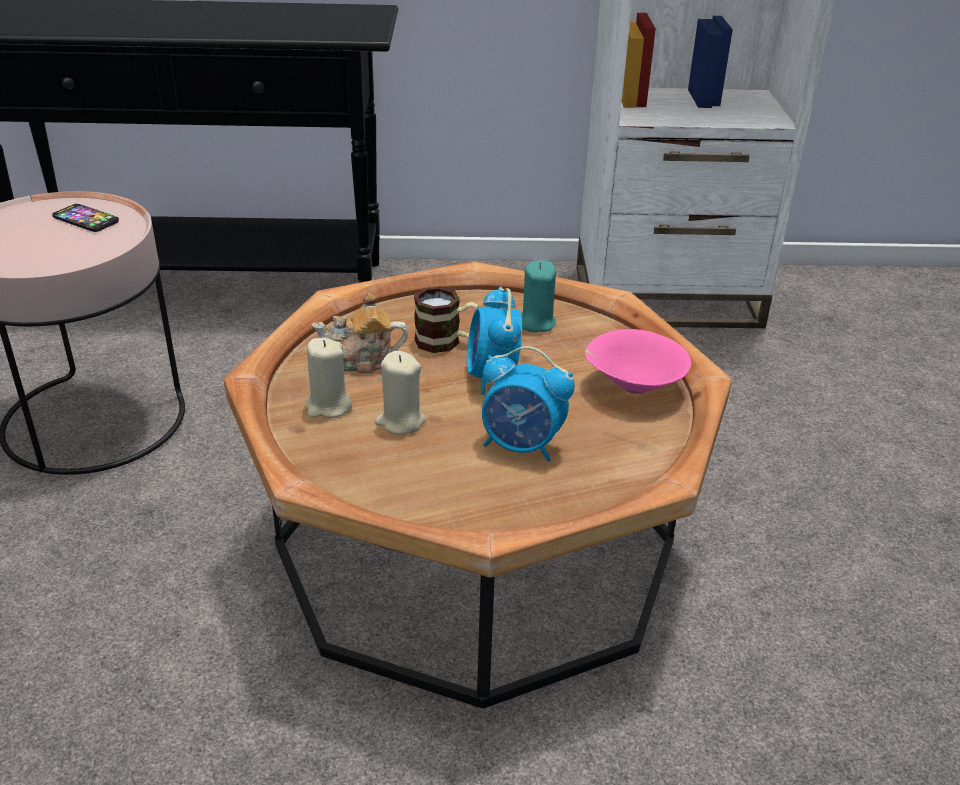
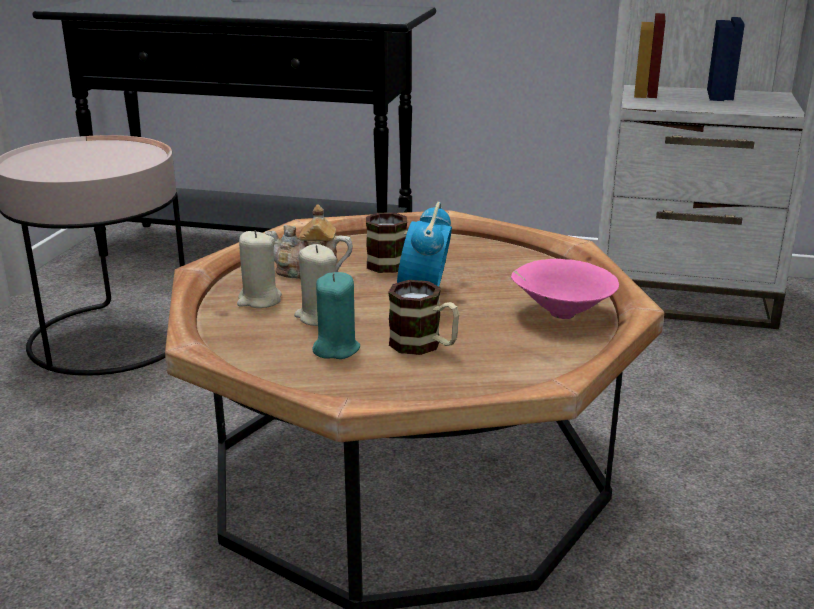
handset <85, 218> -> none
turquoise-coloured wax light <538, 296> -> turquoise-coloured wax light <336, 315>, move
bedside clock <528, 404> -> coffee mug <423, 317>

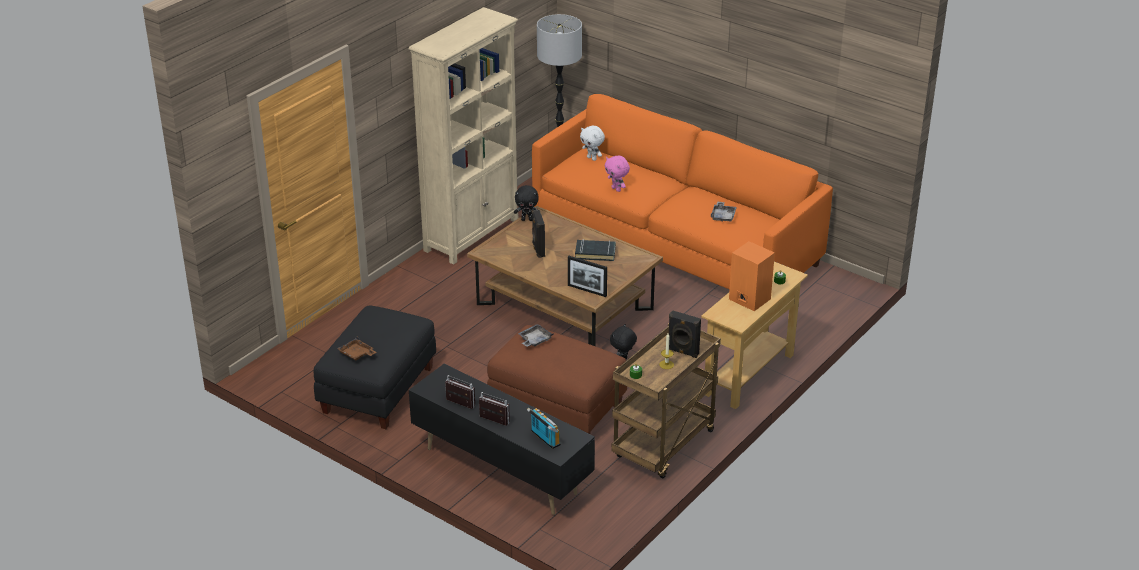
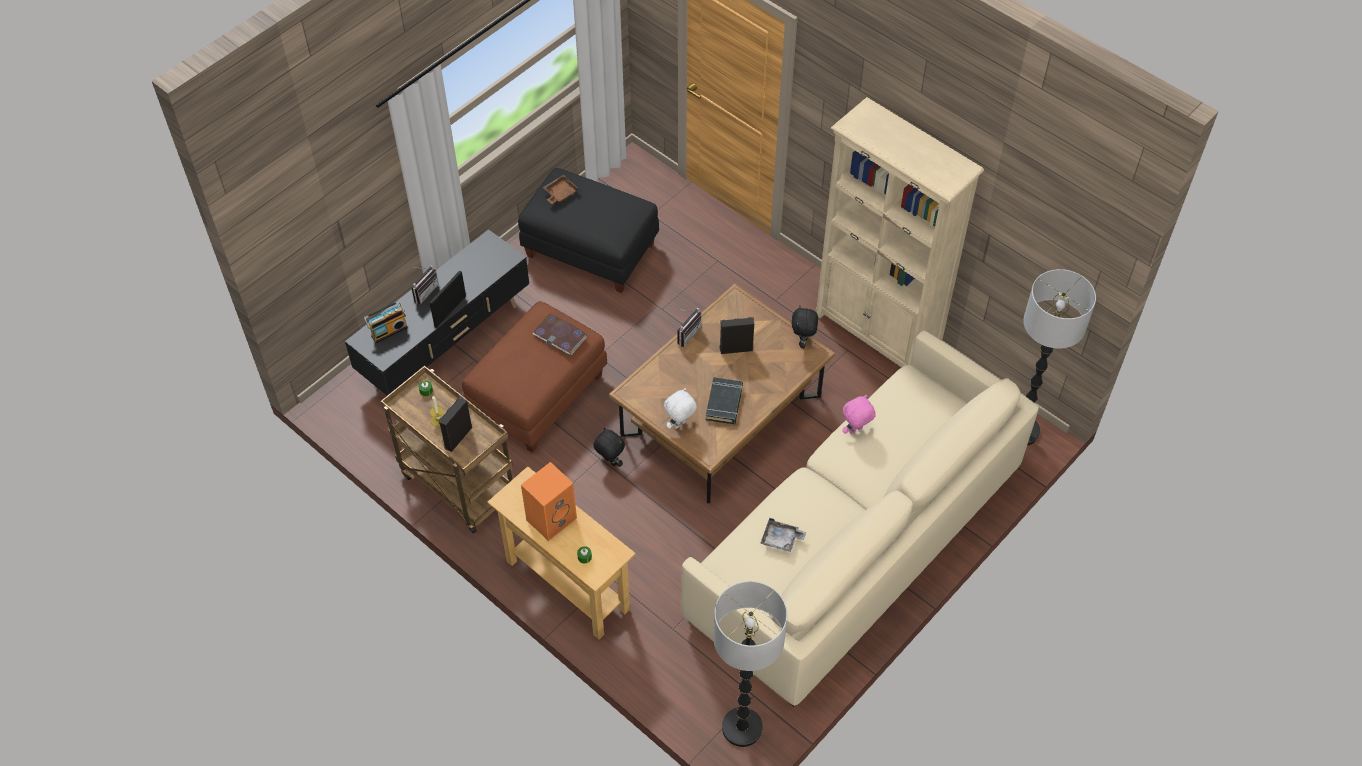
none -> standing lamp <750, 664>
radio <460, 392> -> radio <689, 327>, move
photo frame <587, 276> -> photo frame <447, 299>, move
white plush toy <592, 143> -> white plush toy <680, 408>, move
greyish carrying tray <536, 335> -> volume <560, 334>
orange-coloured couch <682, 191> -> beige couch <860, 519>

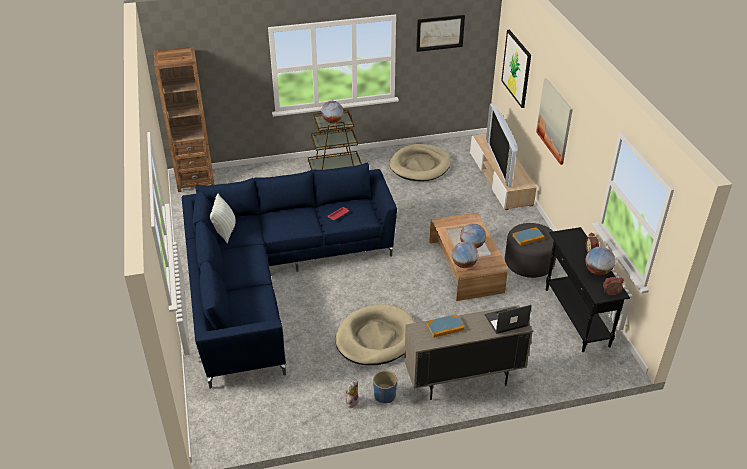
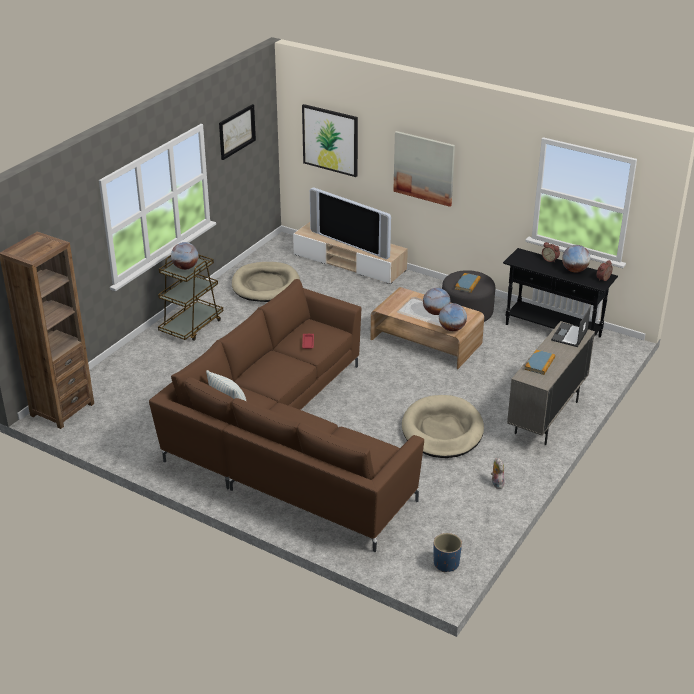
bluish planter <385, 387> -> bluish planter <447, 553>, move
bluish couch <289, 276> -> brown couch <286, 415>

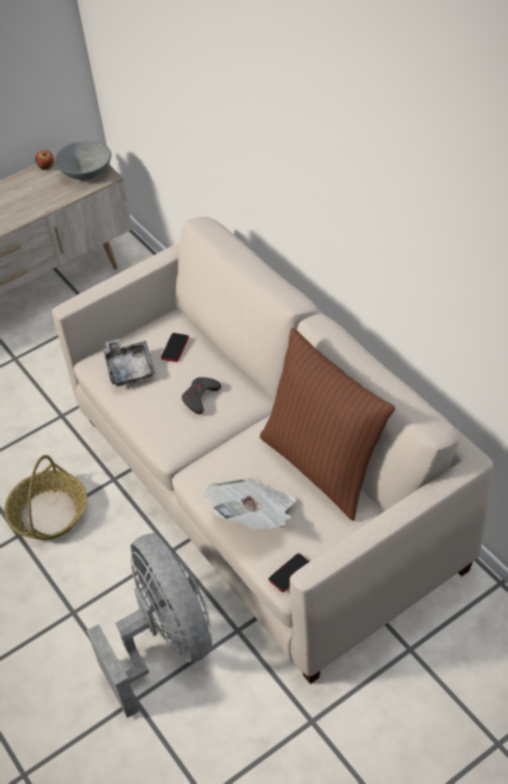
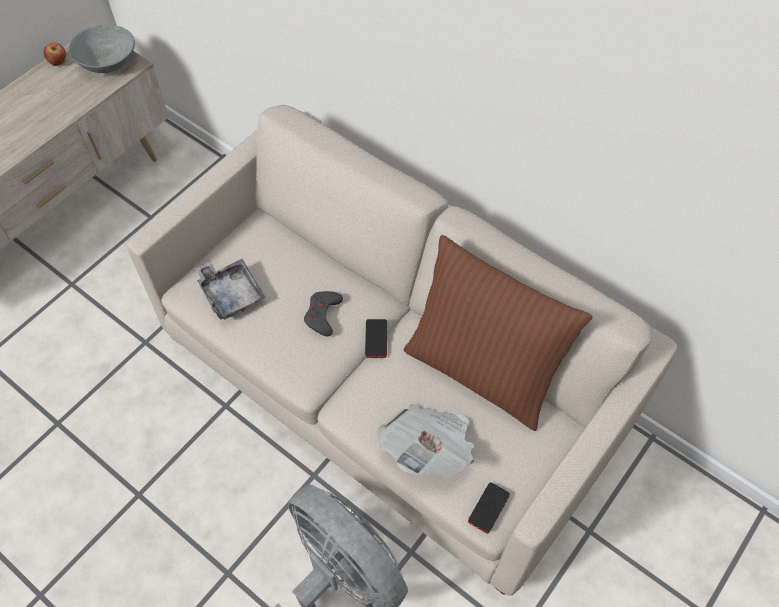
storage basket <45, 497> -> none
handset <175, 347> -> handset <376, 338>, move

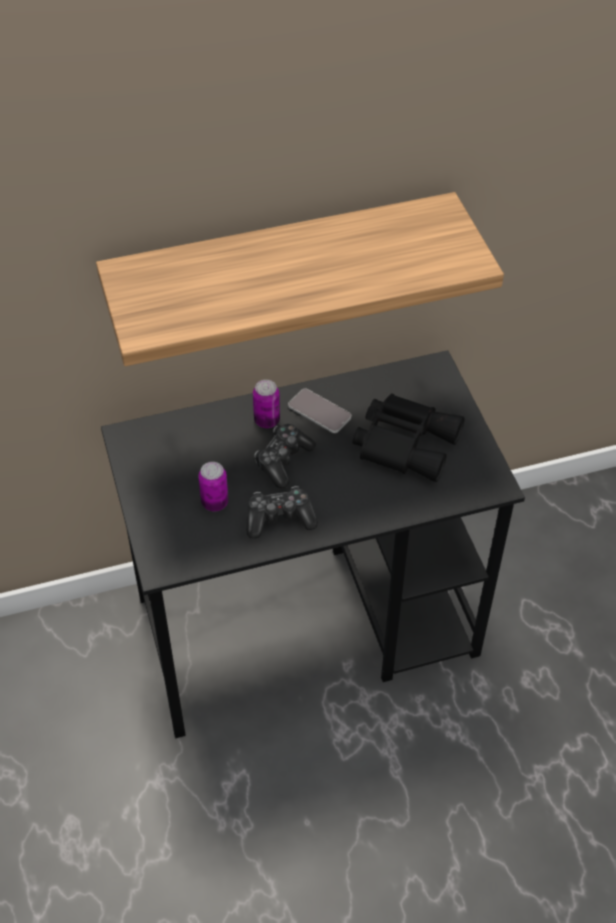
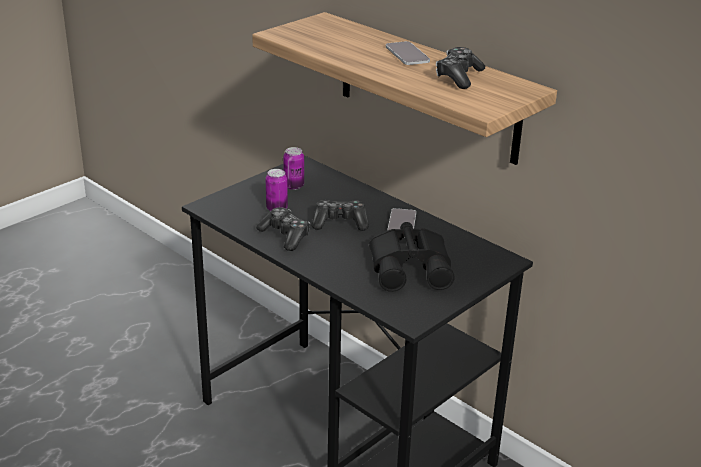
none -> handset <408, 53>
none -> joypad <460, 68>
metal can <266, 404> -> metal can <293, 168>, move

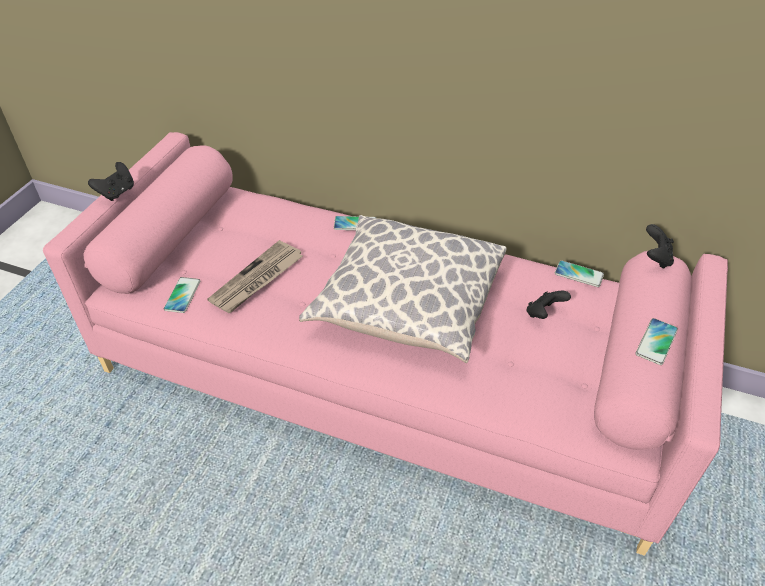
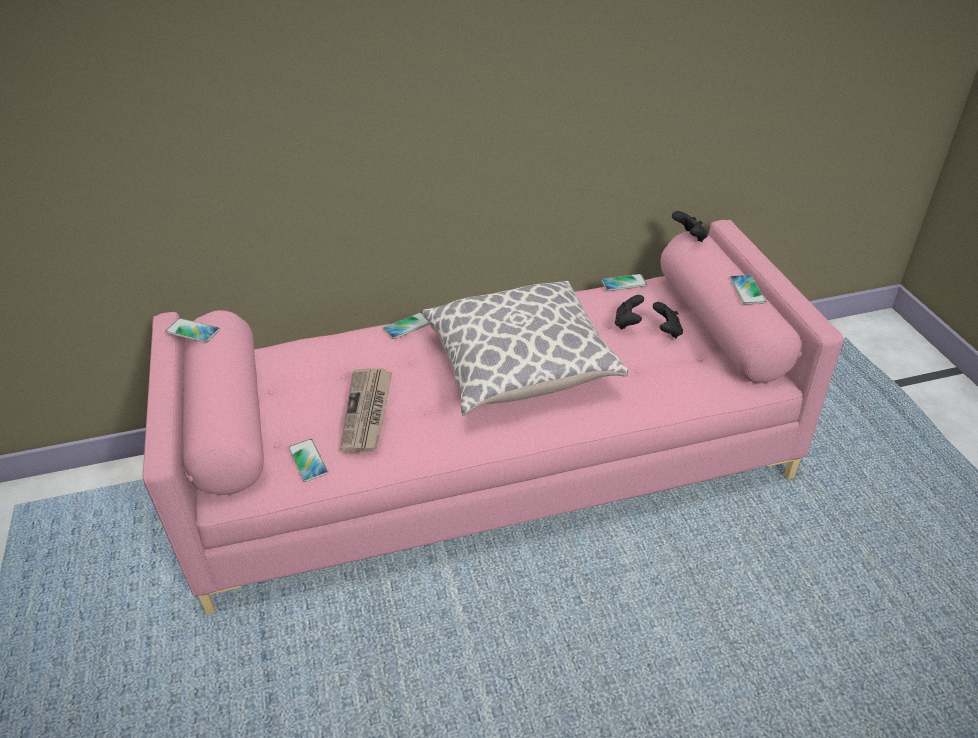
none -> handset <192, 330>
blackish joypad <111, 181> -> blackish joypad <668, 320>, move

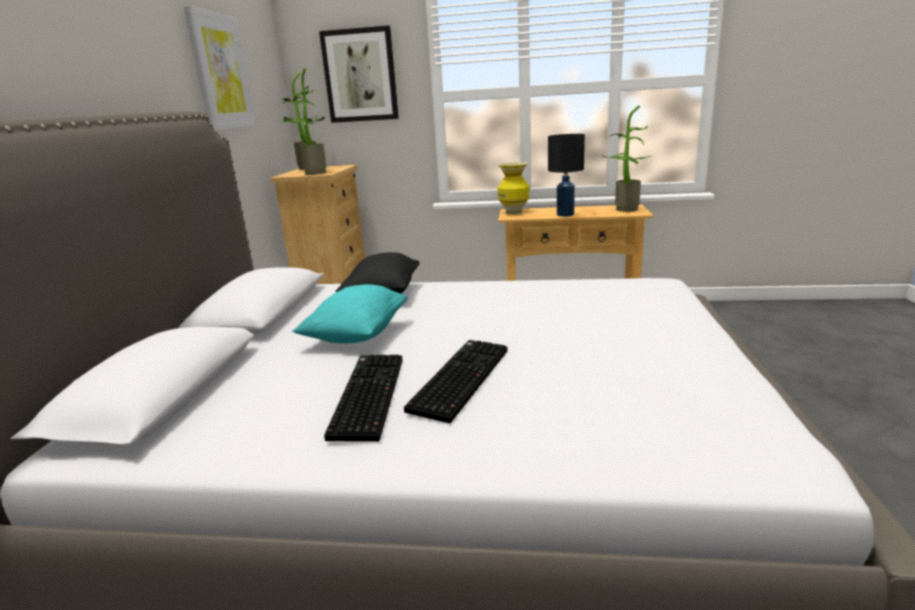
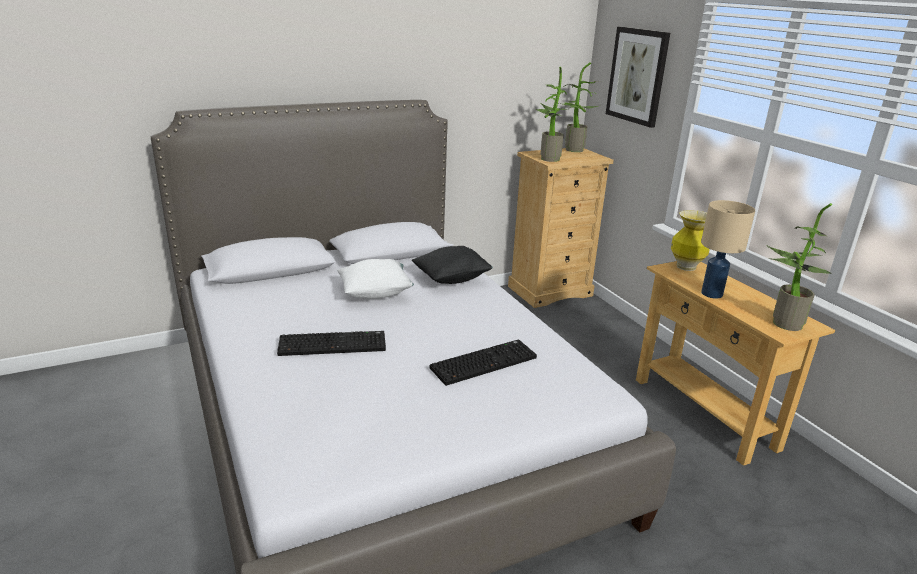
wall art <219, 68> -> none
computer keyboard <363, 398> -> computer keyboard <483, 362>, move
turquoise-coloured throw pillow <350, 313> -> white throw pillow <375, 279>
blackish tabletop lamp <566, 175> -> beige tabletop lamp <728, 249>

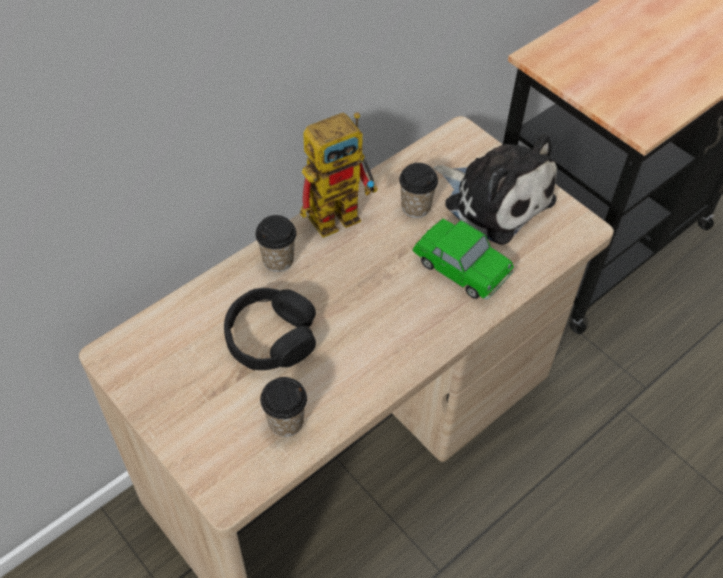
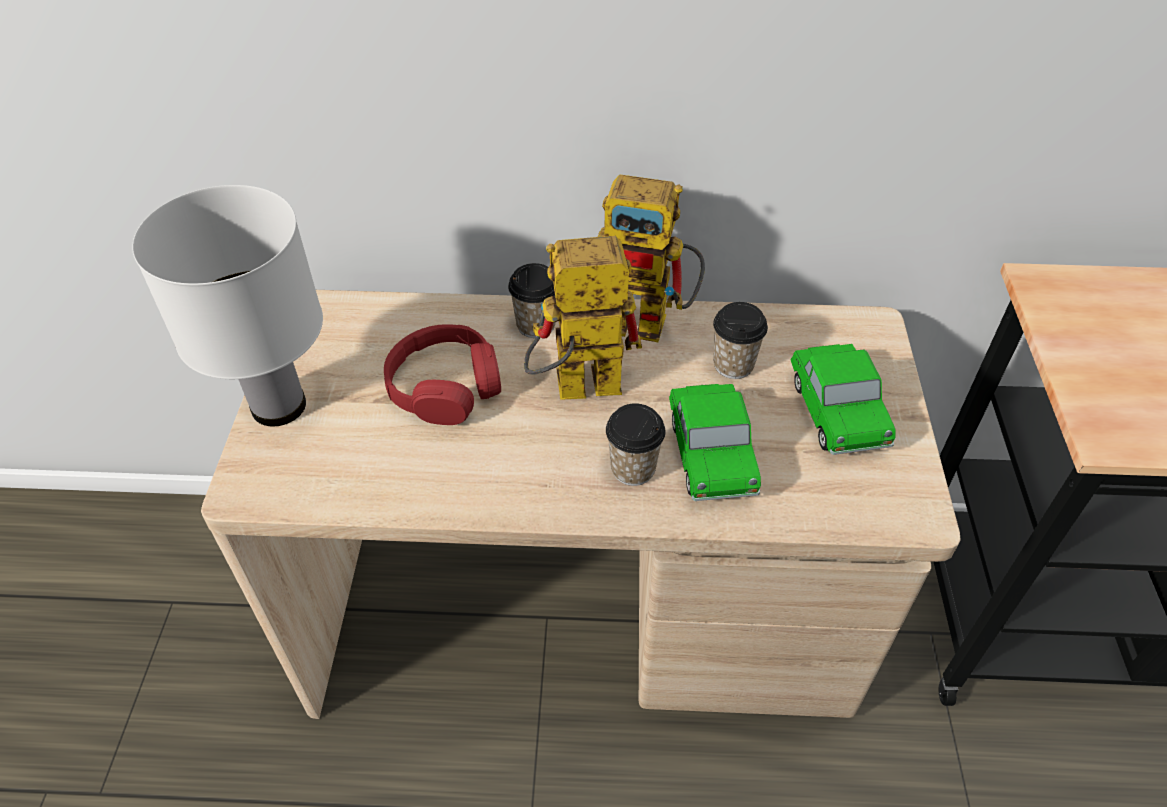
none -> white tabletop lamp <227, 305>
none -> toy robot <583, 318>
cup <283, 407> -> cup <636, 444>, move
plush toy <495, 189> -> miniature car <843, 399>
blackish pair of headphones <270, 329> -> red pair of headphones <442, 374>

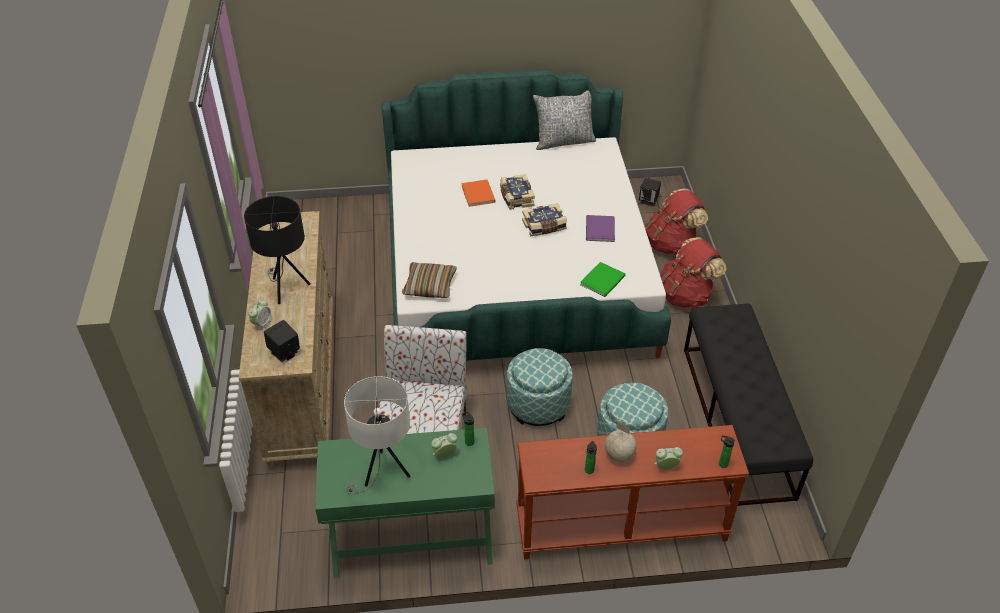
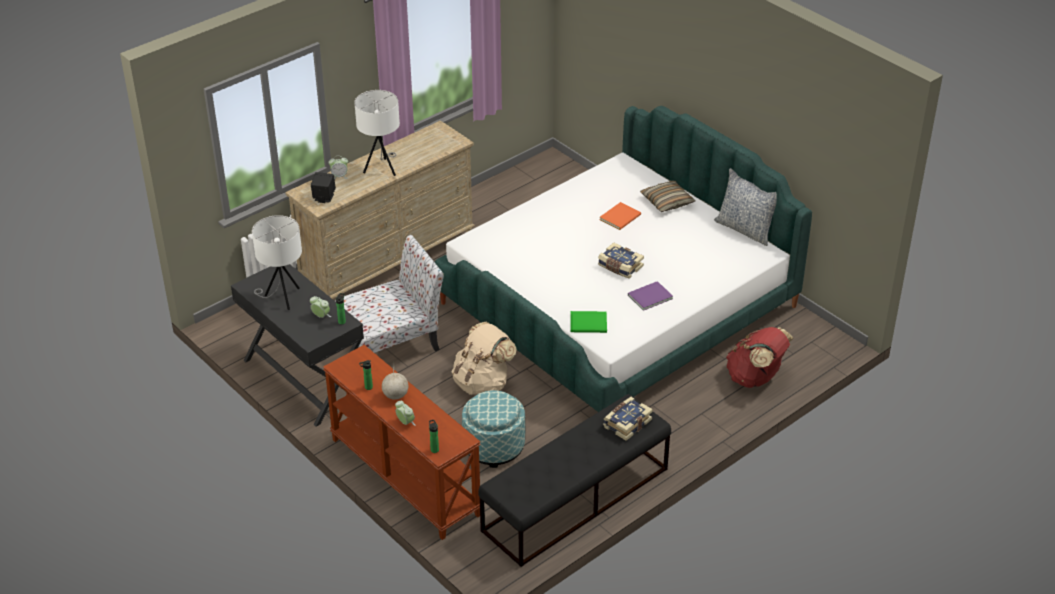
blackish audio speaker <650, 192> -> none
red rucksack <693, 272> -> none
throw pillow <429, 280> -> throw pillow <667, 196>, move
volume <517, 192> -> volume <628, 419>, move
ottoman <539, 387> -> beige rucksack <484, 358>
blackish tabletop lamp <277, 250> -> white tabletop lamp <377, 133>
green-coloured desk <405, 503> -> blackish desk <297, 345>

